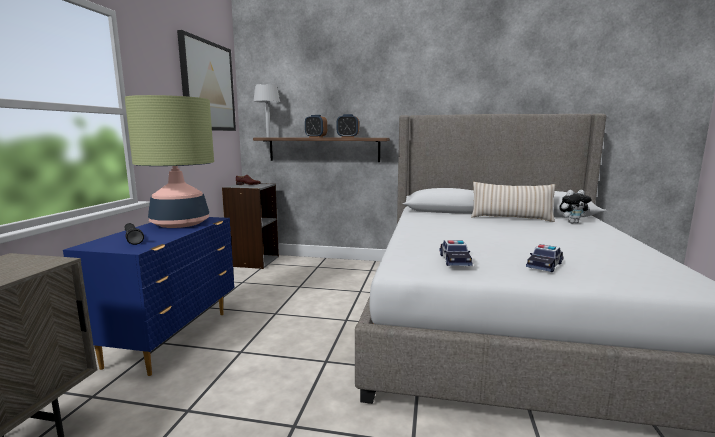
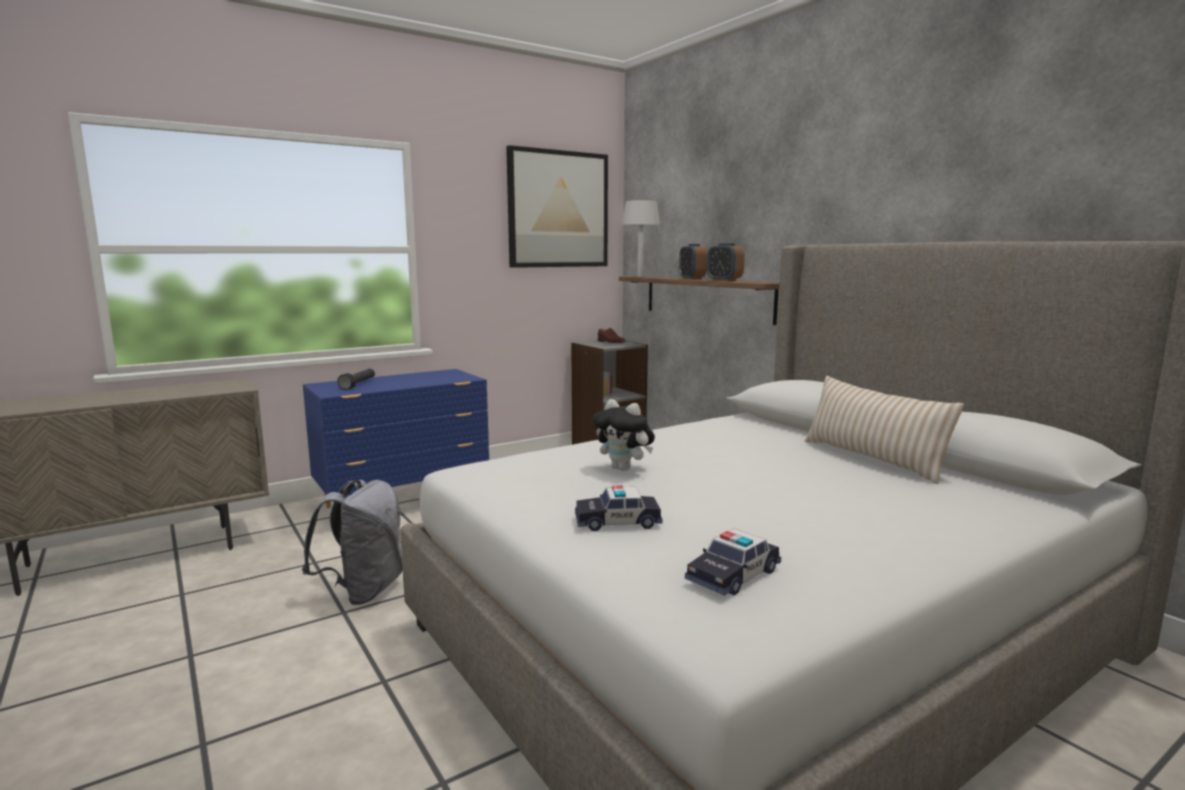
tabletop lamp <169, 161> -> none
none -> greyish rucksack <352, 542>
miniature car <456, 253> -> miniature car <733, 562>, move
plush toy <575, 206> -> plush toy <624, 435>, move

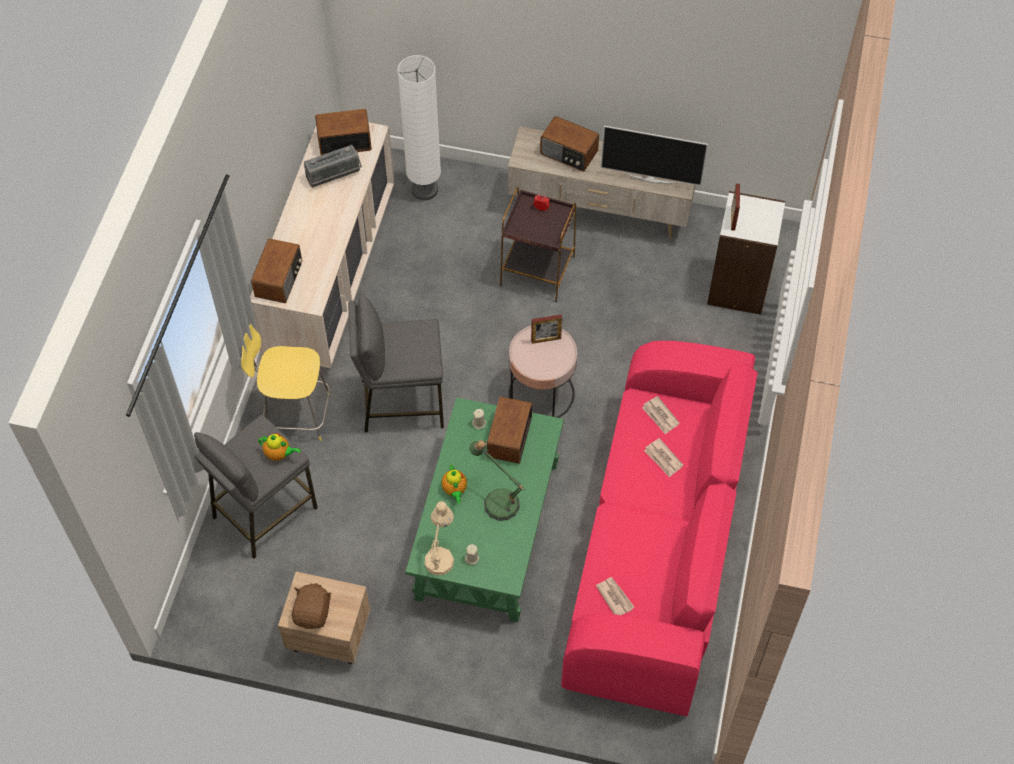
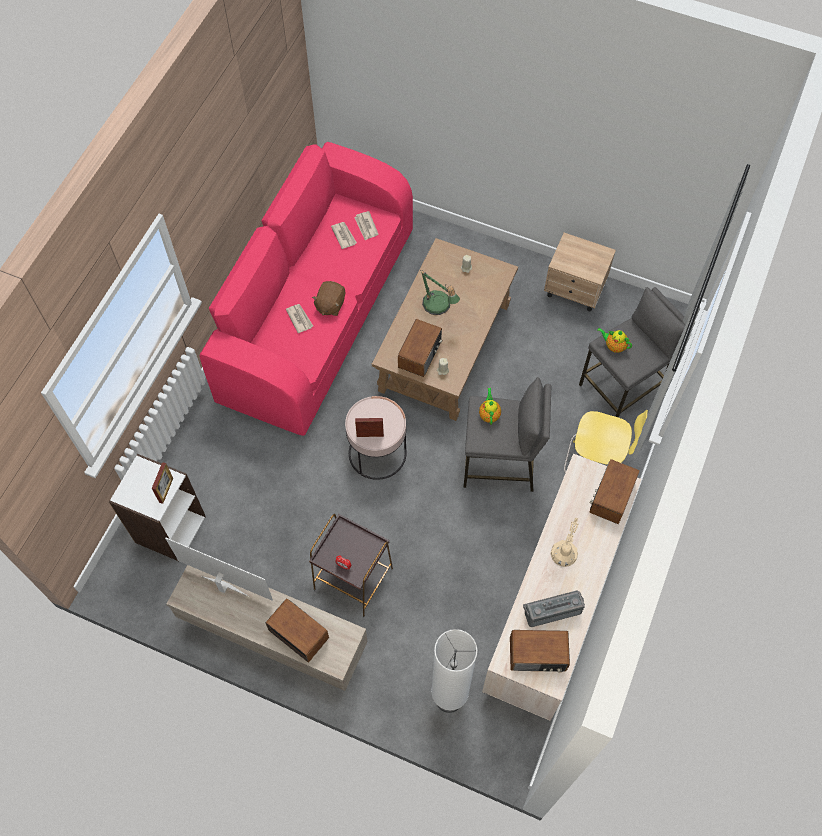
brown plush toy <312, 606> -> brown plush toy <328, 298>, move
beige tabletop lamp <439, 538> -> beige tabletop lamp <565, 542>, move
teapot <454, 484> -> teapot <490, 406>, move
newspaper <661, 415> -> newspaper <344, 235>, move
green-coloured coffee table <485, 509> -> brown coffee table <445, 329>

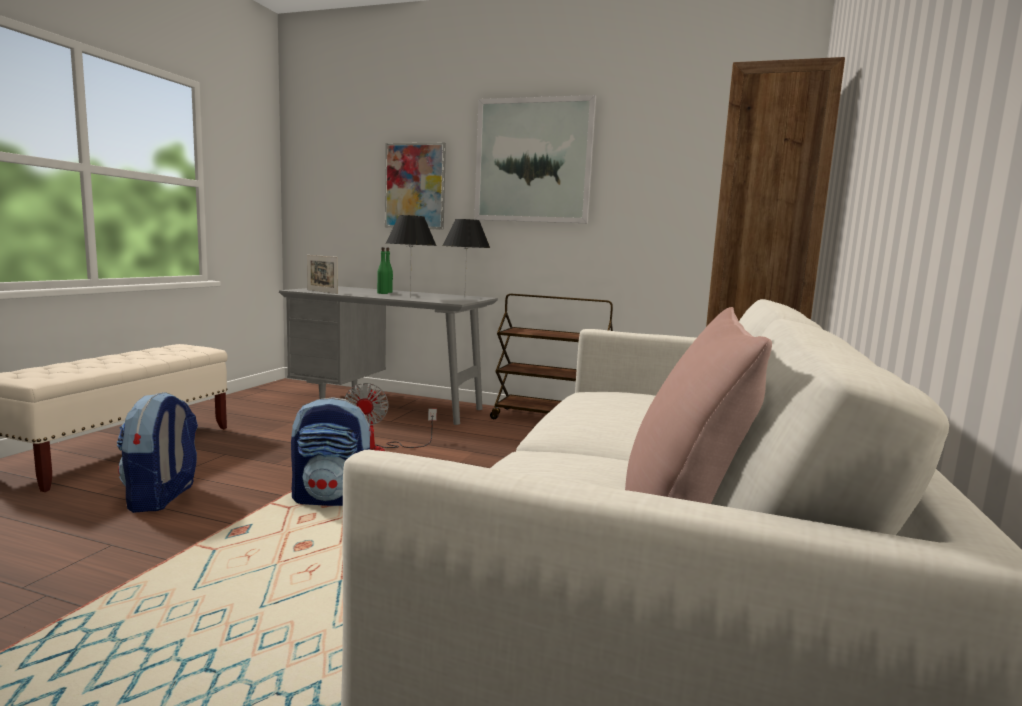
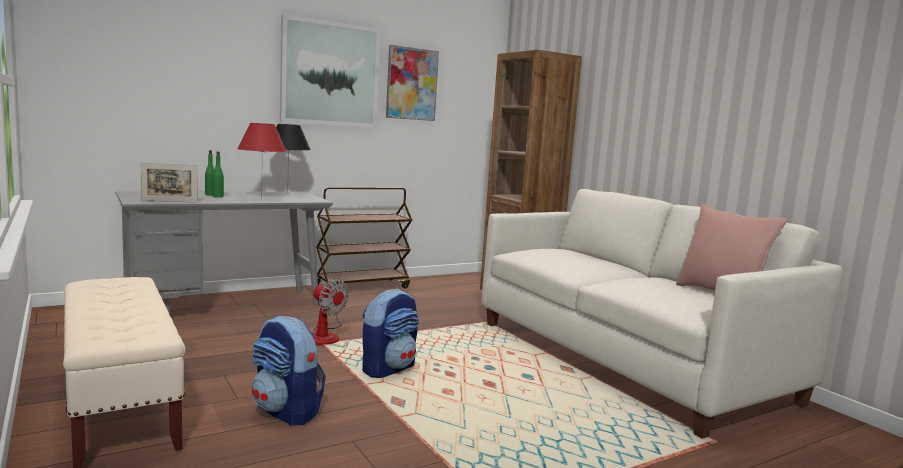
wall art <415, 186> -> wall art <412, 83>, move
blackish tabletop lamp <411, 256> -> red tabletop lamp <261, 161>

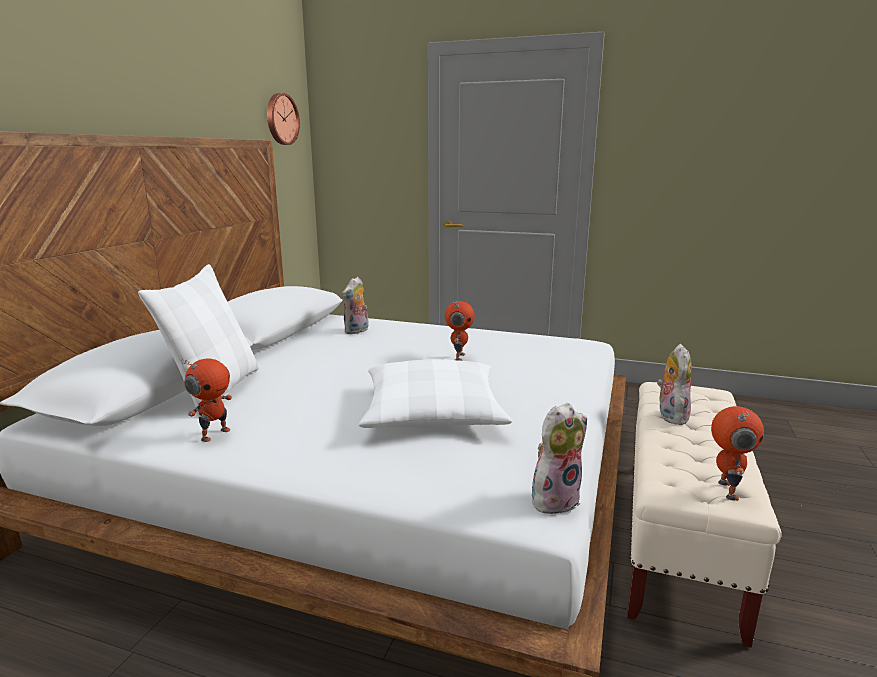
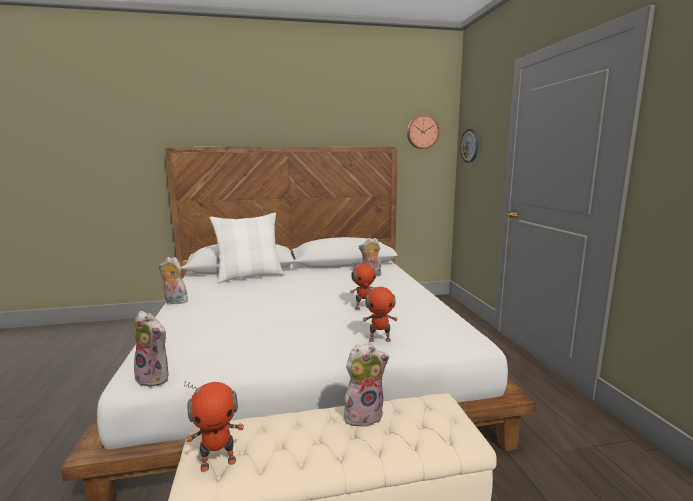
white throw pillow <435, 393> -> none
none -> plush toy <173, 280>
none -> hanging clock <469, 146>
toy robot <207, 400> -> toy robot <380, 312>, move

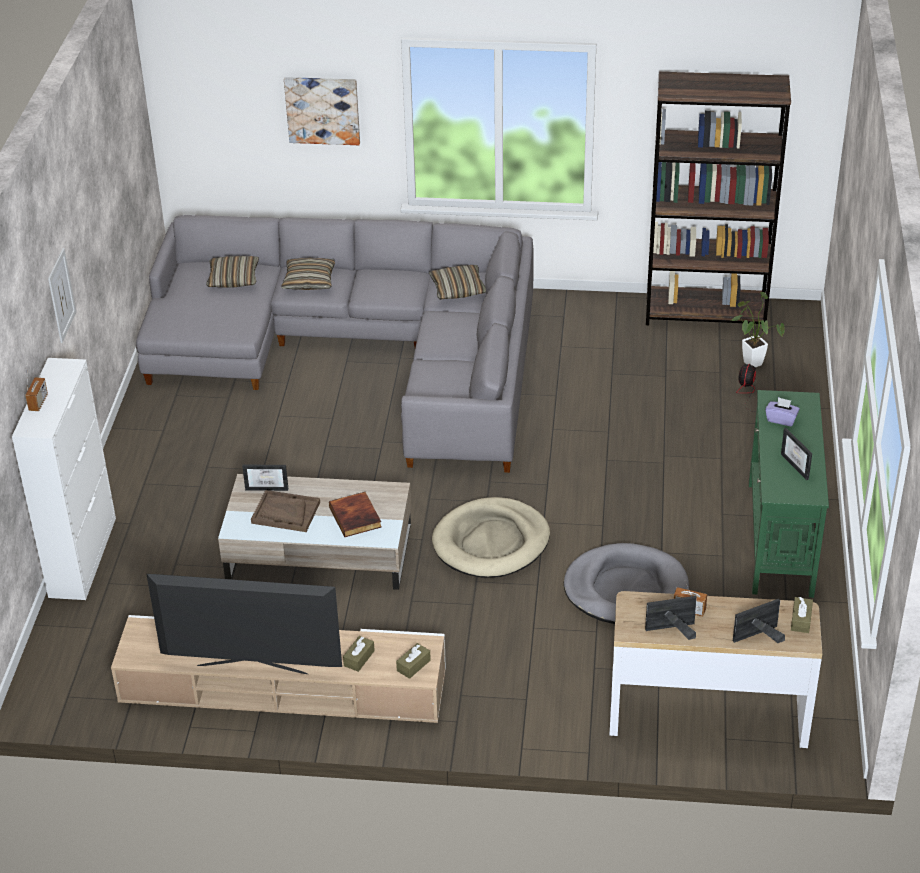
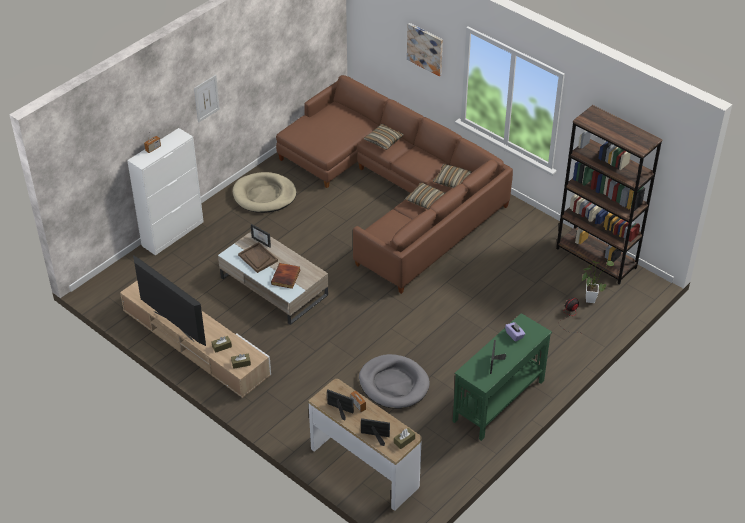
throw pillow <232, 272> -> throw pillow <425, 196>, move
beige dog cushion <491, 537> -> beige dog cushion <265, 192>, move
greyish couch <335, 344> -> brown couch <394, 184>

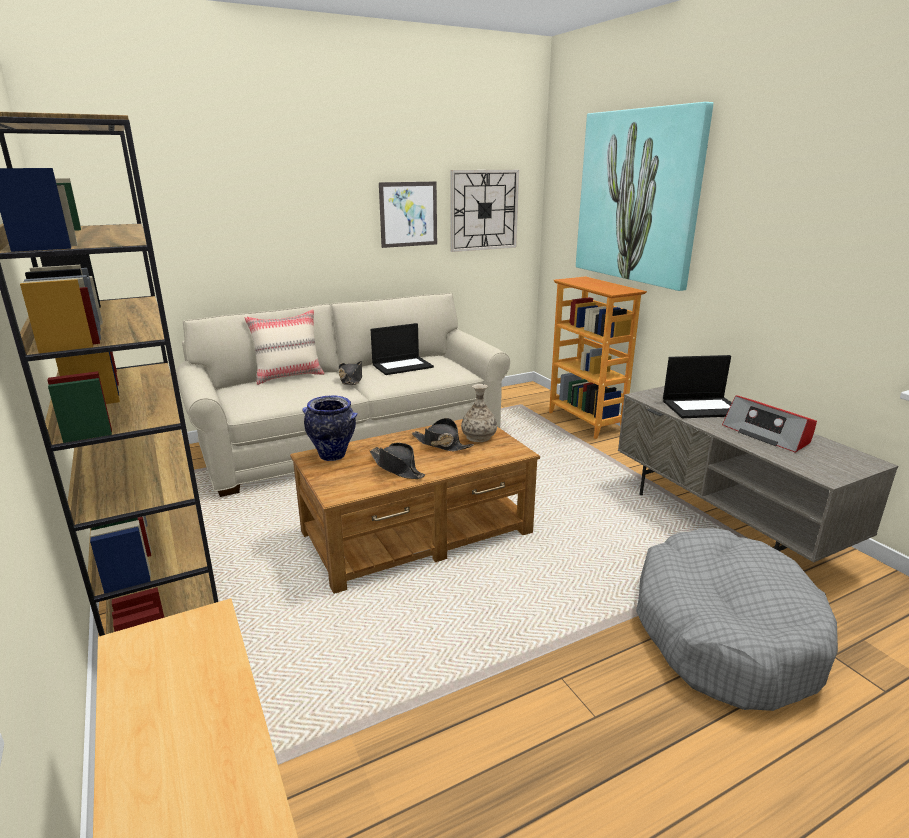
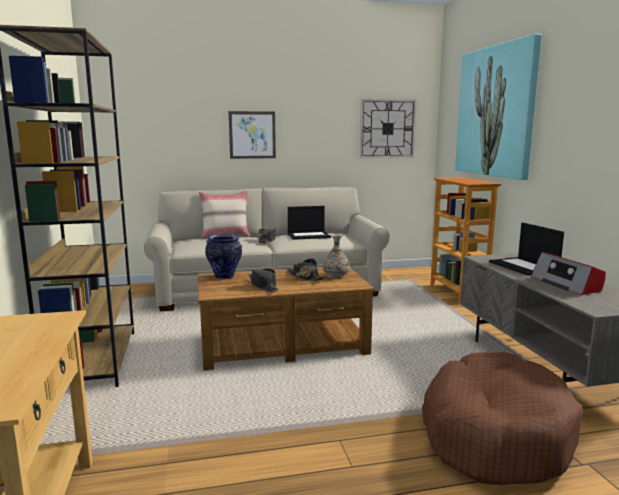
wall art <408, 215> -> wall art <252, 135>, move
greyish dog cushion <737, 619> -> brown dog cushion <502, 418>
notebook computer <697, 386> -> notebook computer <526, 249>, 60 degrees clockwise

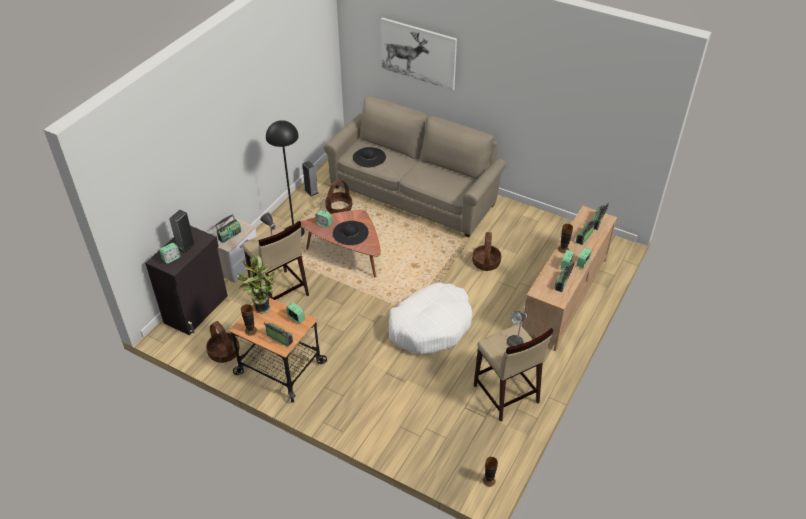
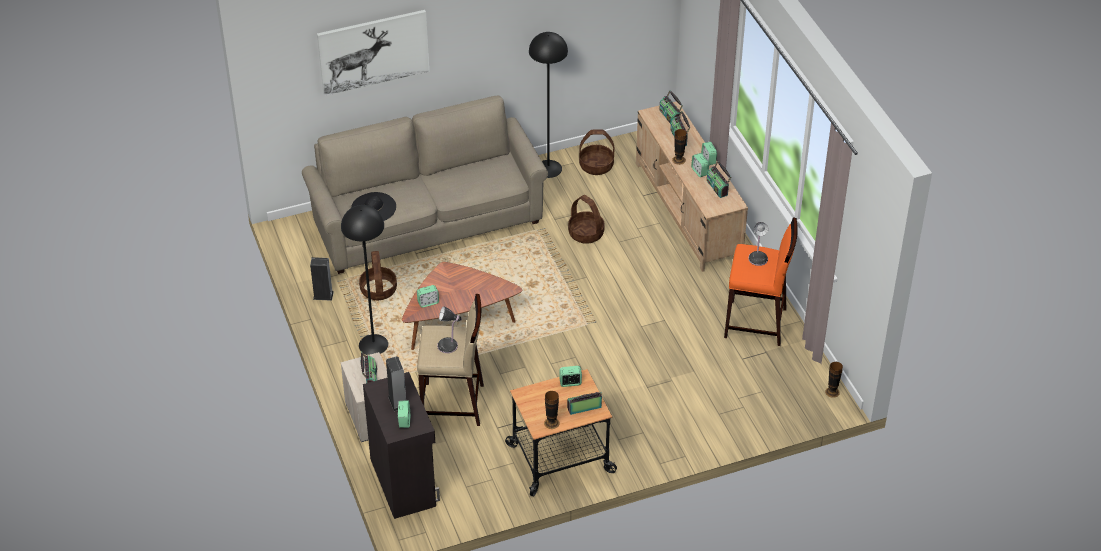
houseplant <256, 284> -> none
blackish hat <351, 233> -> none
white dog cushion <430, 318> -> none
none -> blackish standing lamp <548, 105>
storage basket <223, 342> -> storage basket <597, 152>, move
beige stool <514, 373> -> orange-coloured stool <761, 281>

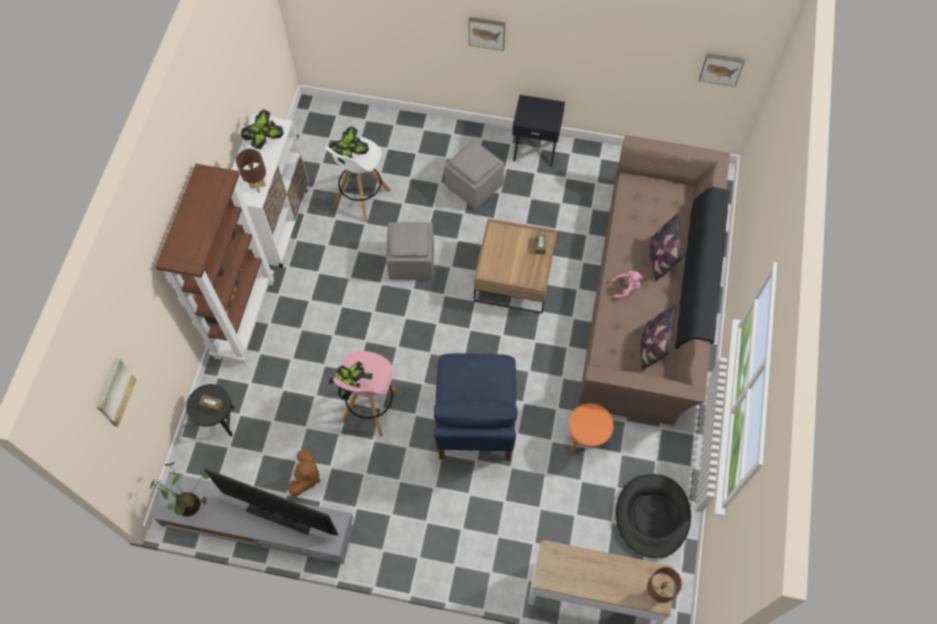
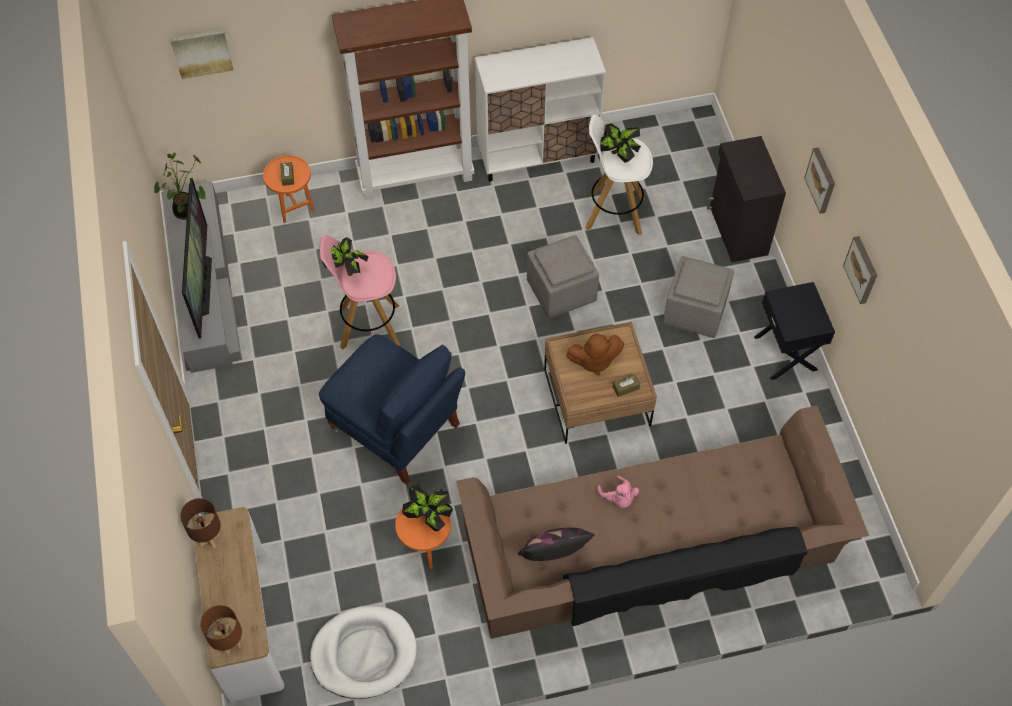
throw pillow <667, 247> -> none
none -> blackish cabinet <746, 199>
brown tabletop lamp <251, 171> -> brown tabletop lamp <200, 523>, move
houseplant <262, 129> -> houseplant <427, 507>, move
brown plush toy <303, 473> -> brown plush toy <595, 354>, move
wall art <722, 70> -> wall art <860, 270>, move
blackish side table <210, 410> -> orange-coloured side table <289, 189>
blackish dog cushion <653, 516> -> white dog cushion <363, 652>
bluish lounge chair <476, 407> -> bluish lounge chair <392, 409>, 120 degrees counterclockwise

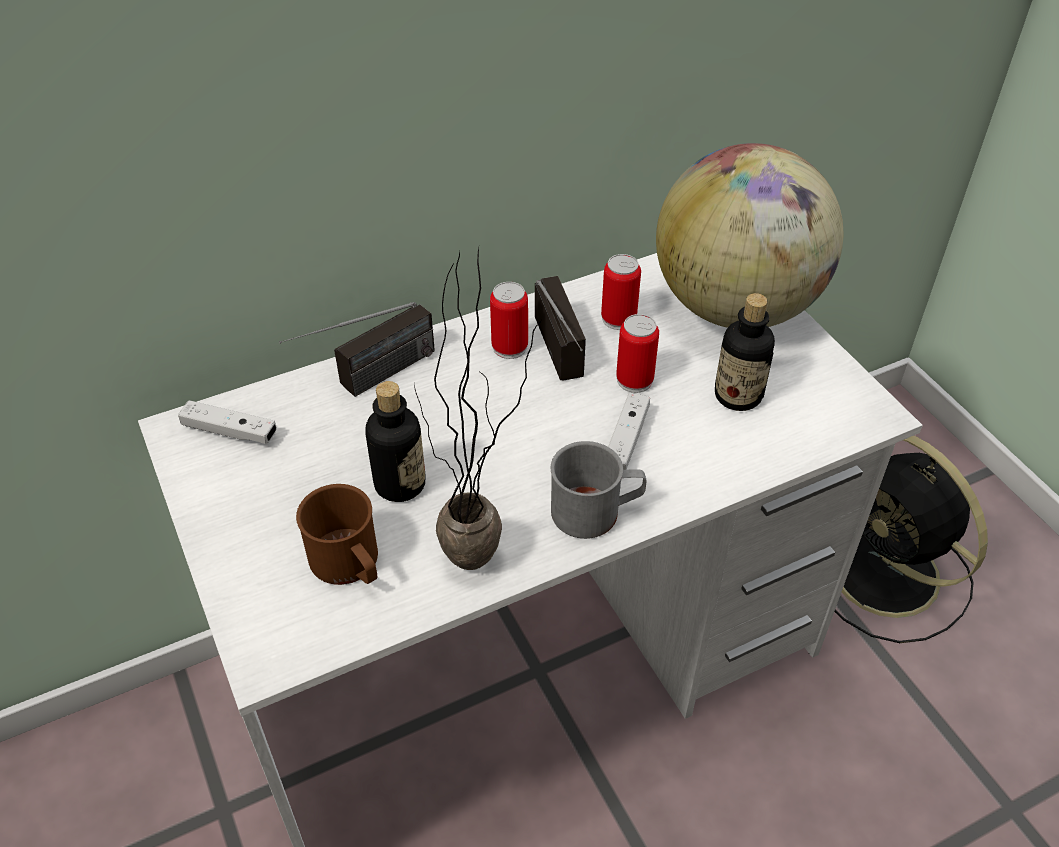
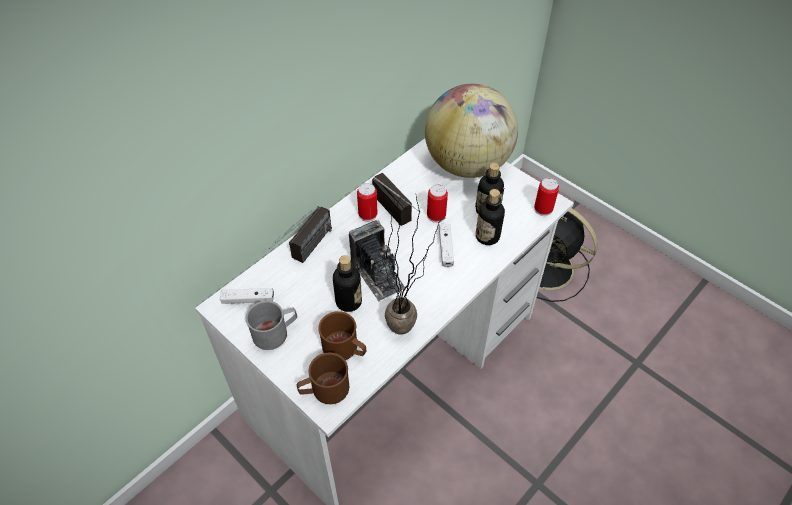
none -> brown coffee mug <322, 378>
none -> still camera <377, 260>
none -> bottle <490, 217>
greyish coffee mug <598, 490> -> greyish coffee mug <271, 325>, move
metal can <621, 292> -> metal can <546, 197>, move

